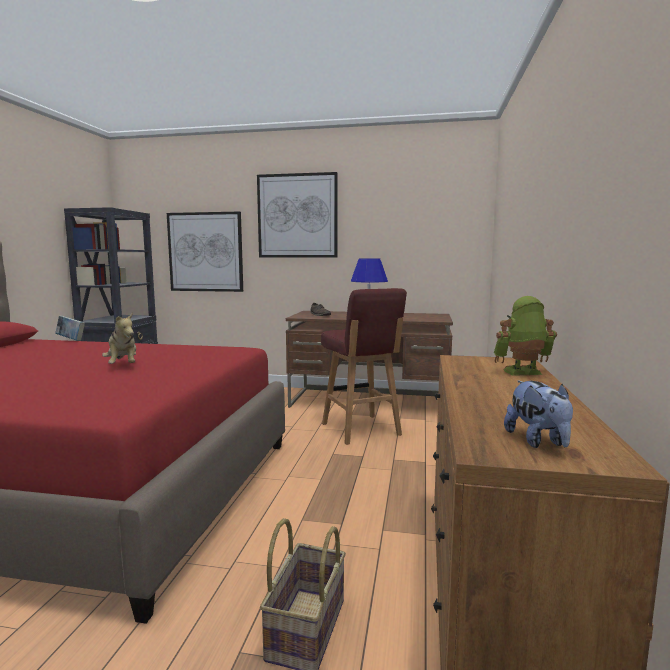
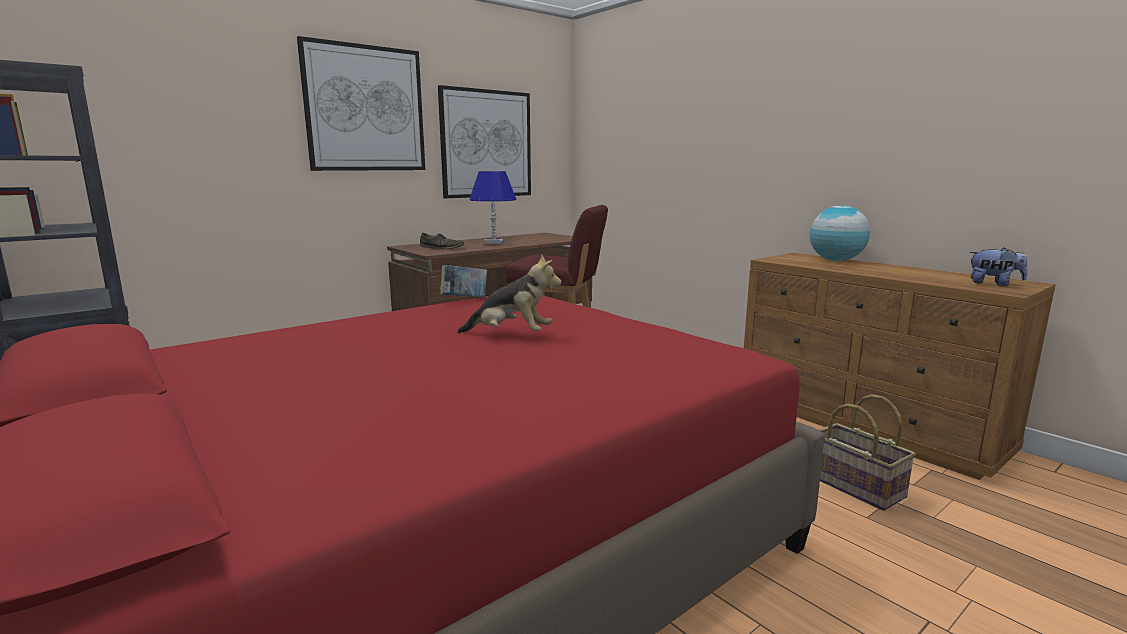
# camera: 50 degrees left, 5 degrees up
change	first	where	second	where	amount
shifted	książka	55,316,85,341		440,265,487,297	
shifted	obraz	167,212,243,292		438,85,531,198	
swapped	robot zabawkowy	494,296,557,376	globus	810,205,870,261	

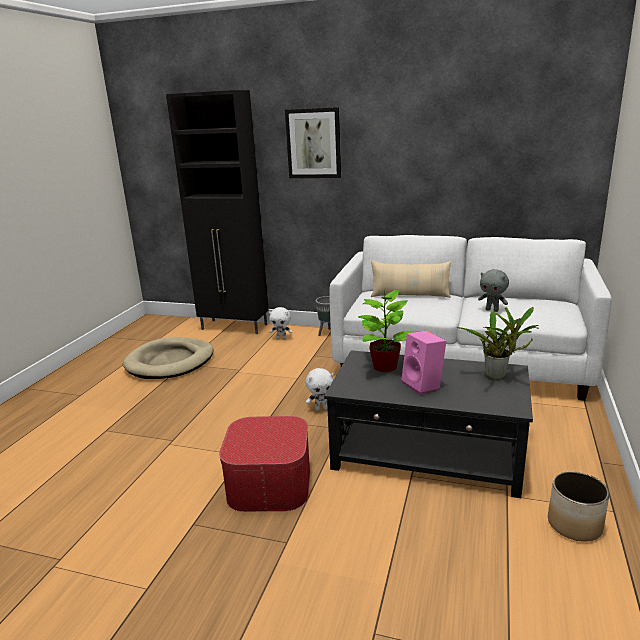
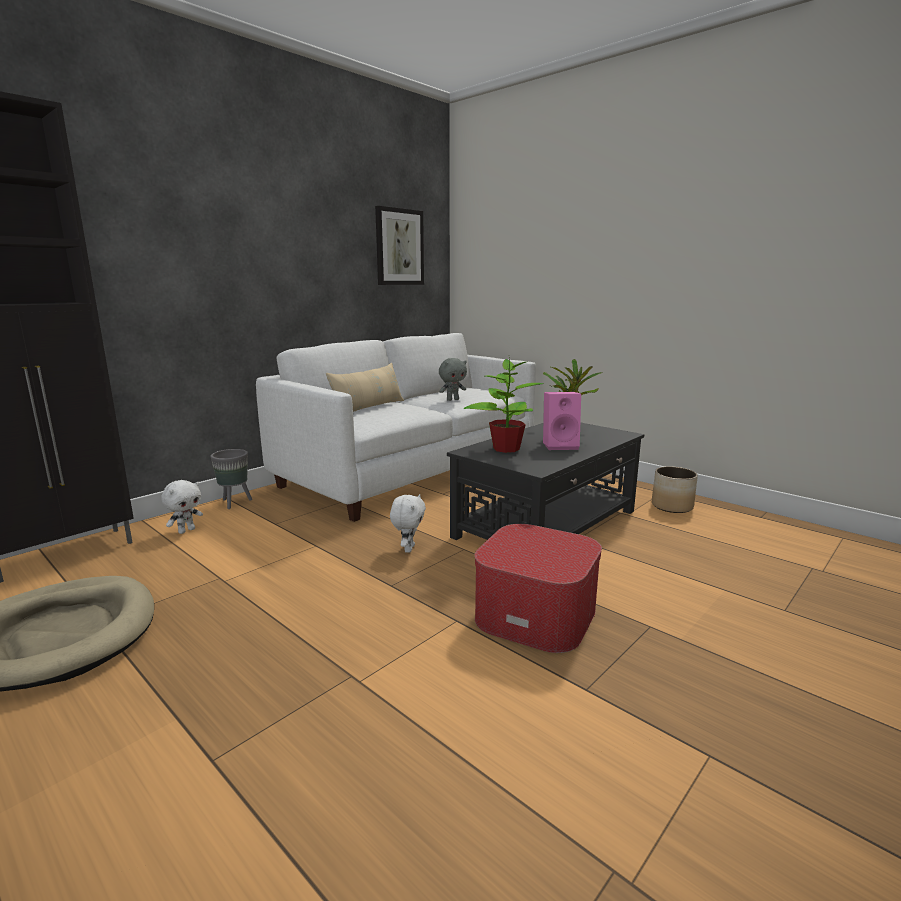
# camera: 65 degrees left, 5 degrees down
change	first	where	second	where	amount
shifted	obraz	285,107,341,178		375,206,424,285	

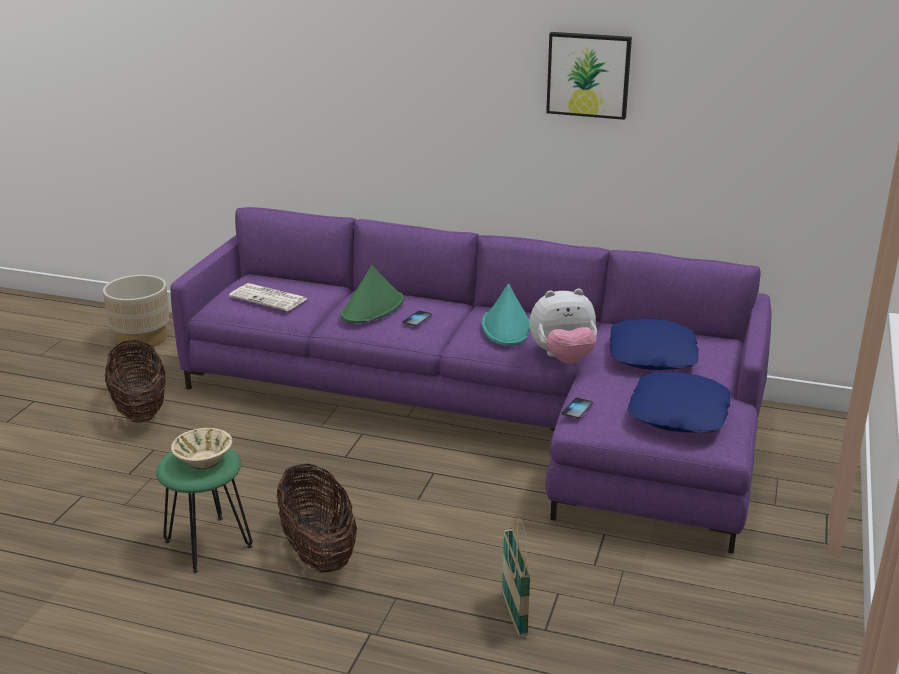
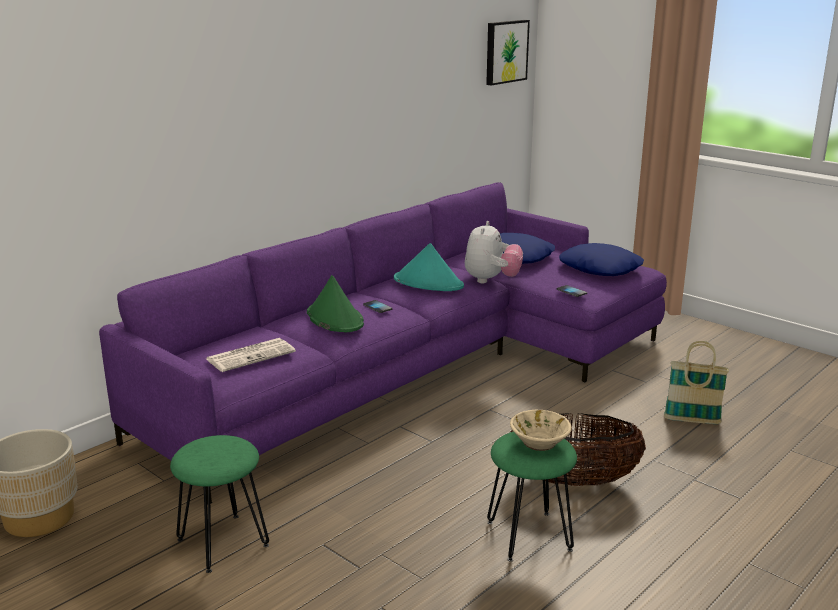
# camera: 65 degrees left, 5 degrees down
change	first	where	second	where	amount
shifted	obraz	546,32,632,120		486,20,530,86	
swapped	koszyk	105,340,166,423	stołek/zielony	170,435,269,573	

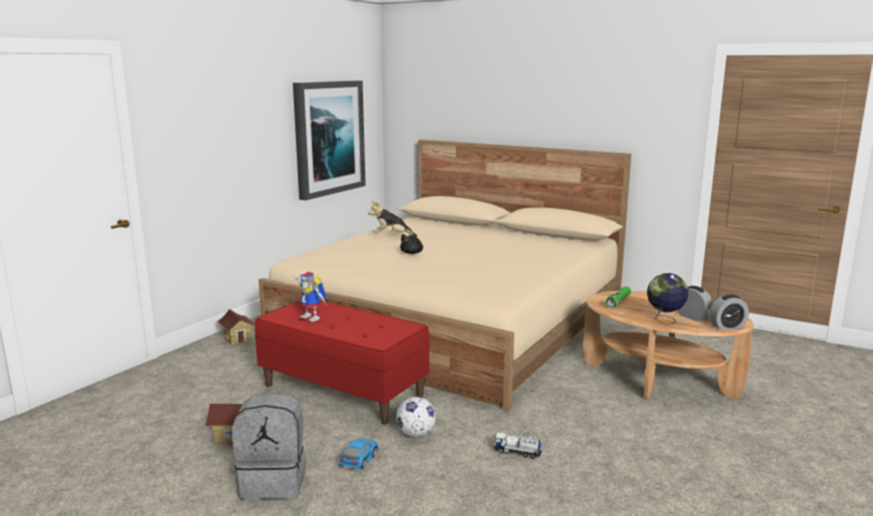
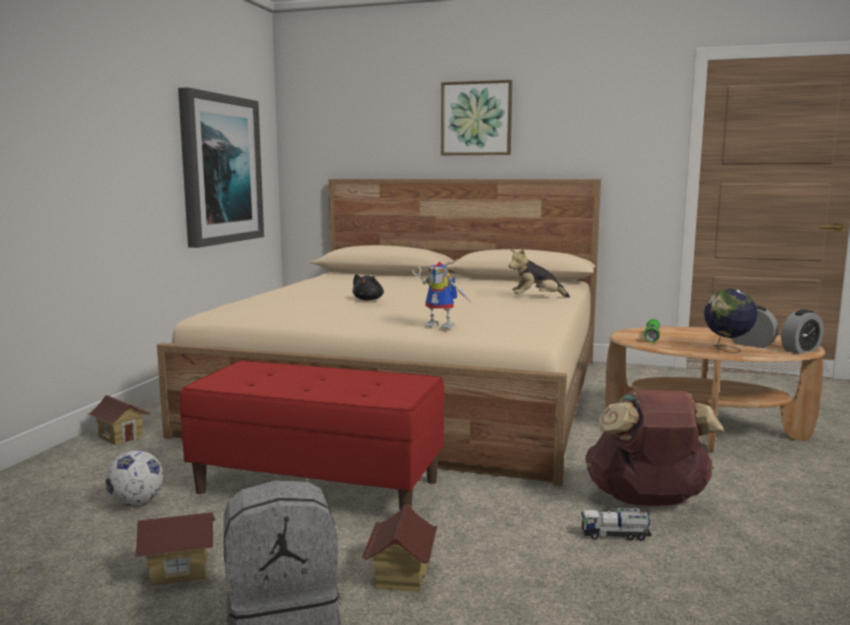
# camera: 15 degrees left, 5 degrees down
change	first	where	second	where	amount
new			obraz	441,80,512,155	
new			plecak/brązowy	585,390,724,506	
shifted	robot zabawkowy	293,272,326,322		412,262,471,329	
shifted	pluszak	368,201,417,237		509,249,570,298	
shifted	piłka futbolowa	396,397,436,438		105,450,163,506	
swapped	samochodzik	339,438,379,470	domek	362,505,437,592	

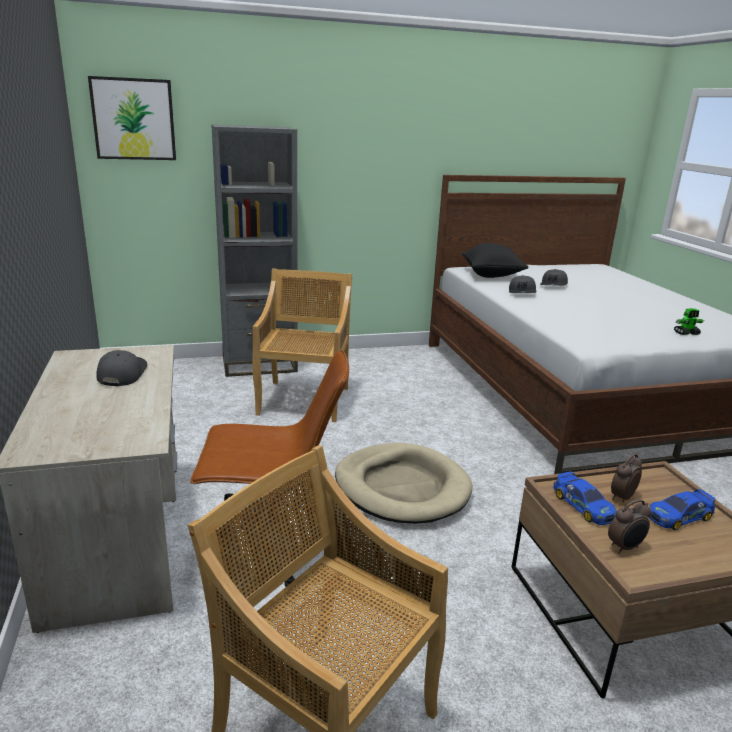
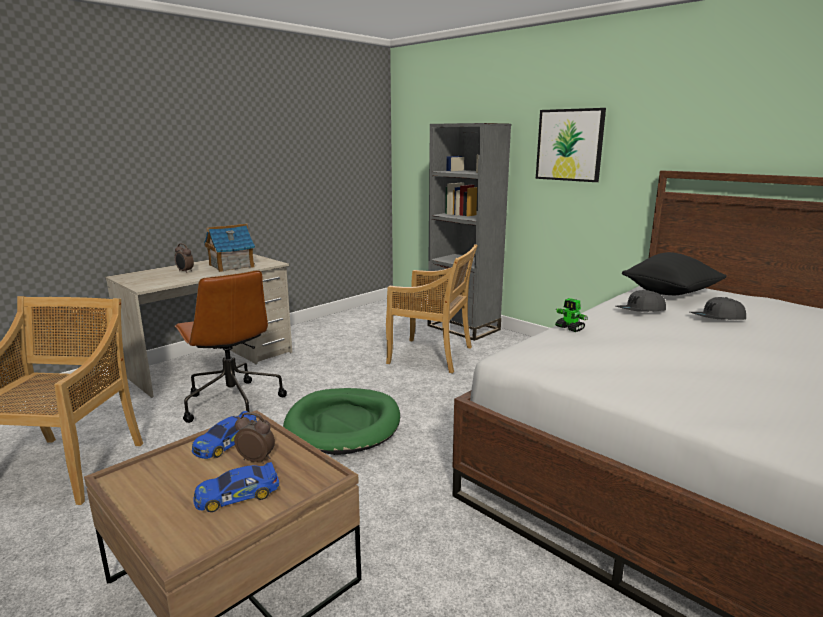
# camera: 60 degrees right, 5 degrees down
change	first	where	second	where	amount
shifted	obraz	88,76,176,160		536,108,606,182	
shifted	budzik	608,499,651,554		175,243,194,273	
shifted	robot zabawkowy	674,308,704,335		555,298,588,332	
swapped	czapka z daszkiem/szary	96,350,147,386	domek	204,223,255,272	
repainted	legowisko/beżowy	335,443,473,524	legowisko/zielony	283,388,400,455	
rotated	krzesło/beżowy	252,268,352,422		386,244,478,373	45 degrees clockwise
rotated	samochodzik	649,489,715,530		193,462,279,512	60 degrees counterclockwise

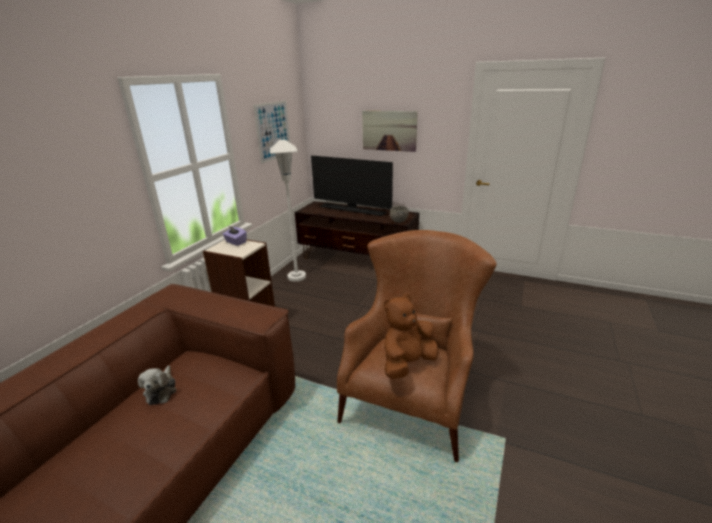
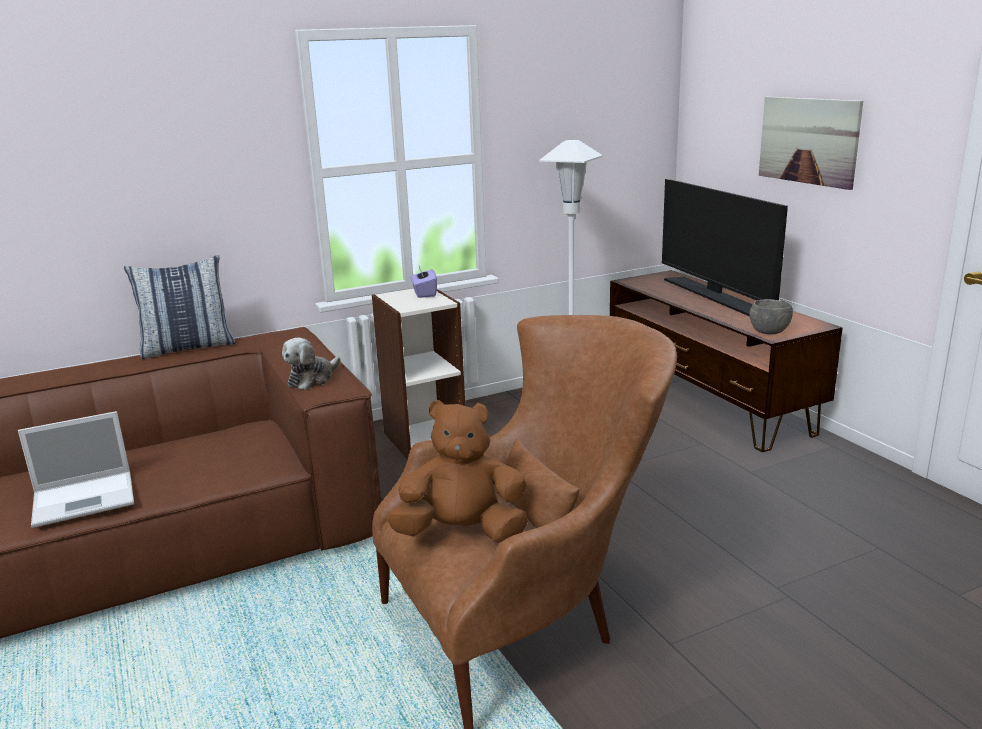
# camera: 40 degrees right, 5 degrees down
change	first	where	second	where	amount
gone	obraz	253,100,290,164			
new			laptop	18,411,134,528	
new			poduszka	124,255,235,359	
shifted	pluszak	138,366,177,405		282,338,341,390	

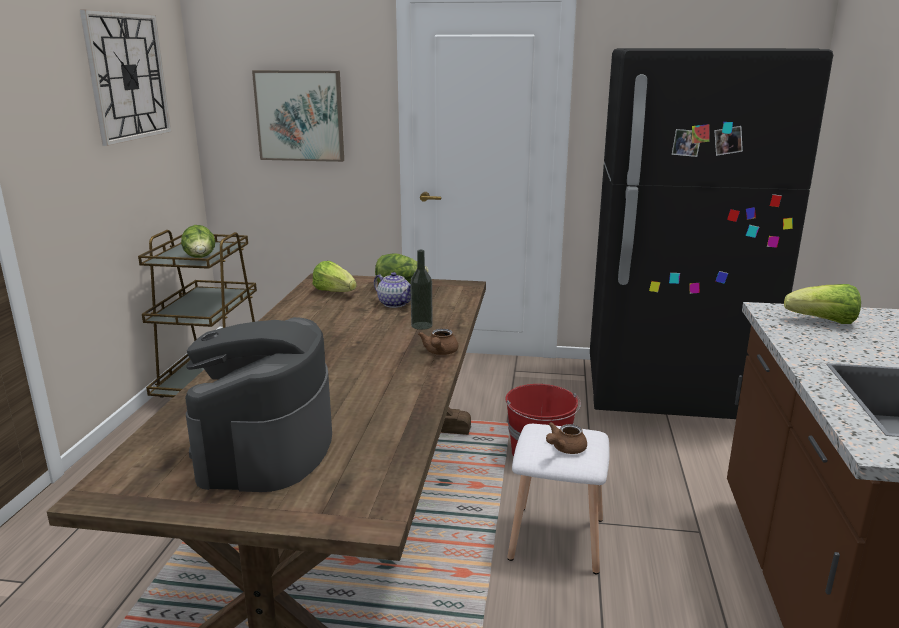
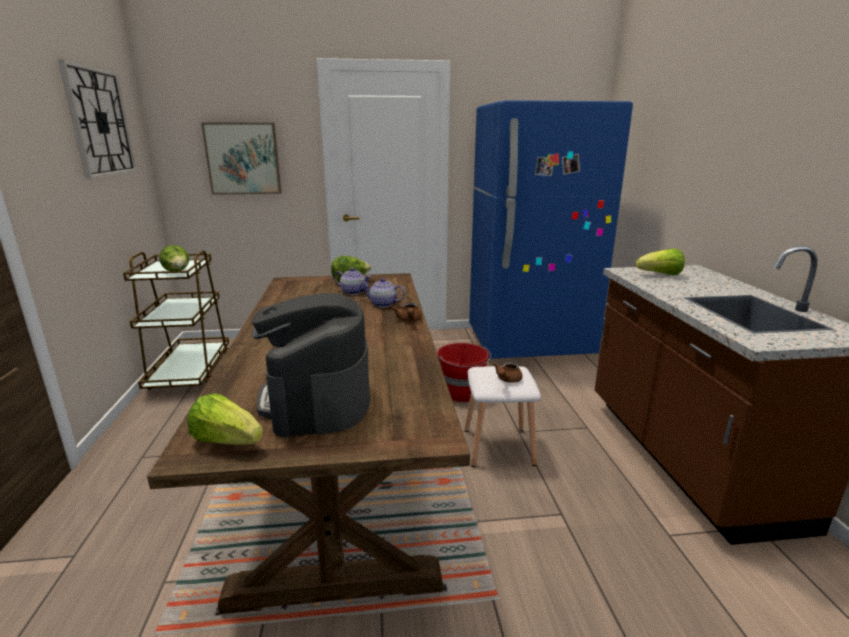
# camera: 15 degrees left, 0 degrees up
change	first	where	second	where	amount
shifted	sałata	313,261,357,292		187,393,263,445	
swapped	butelka	410,250,433,330	imbryk	362,278,405,307	
repainted	lodówka/czarny	590,48,833,419	lodówka/niebieski	469,100,633,359	

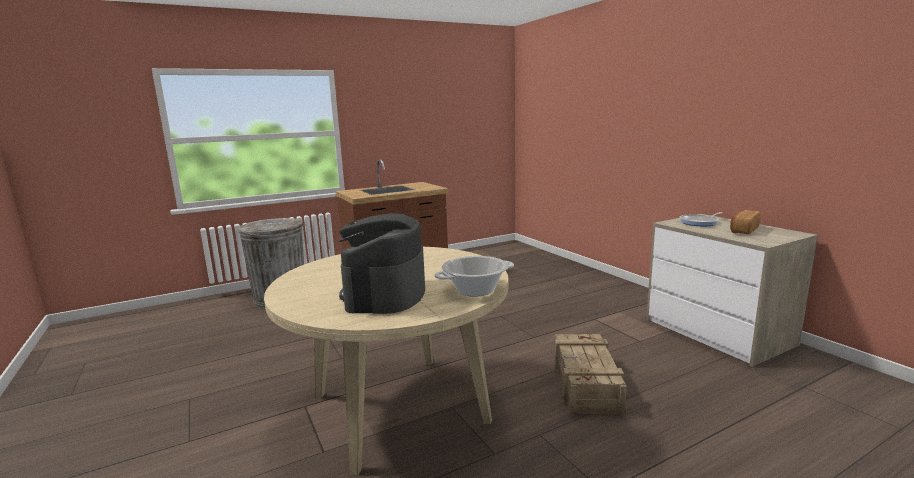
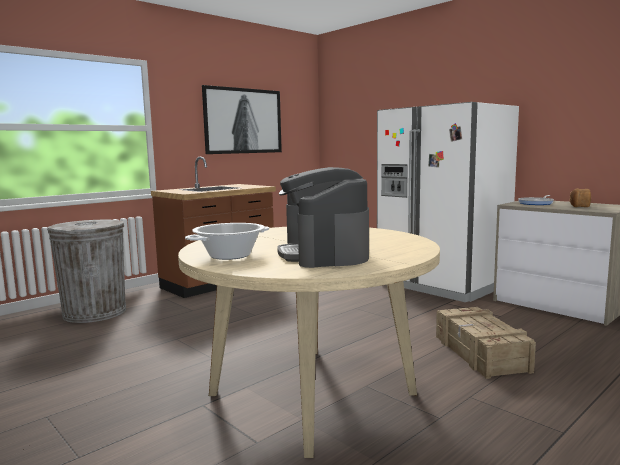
# camera: 15 degrees left, 5 degrees down
change	first	where	second	where	amount
new			obraz	202,85,282,154	
new			lodówka/biały	377,102,519,302	
shifted	garnek	434,256,514,296		185,223,269,260	

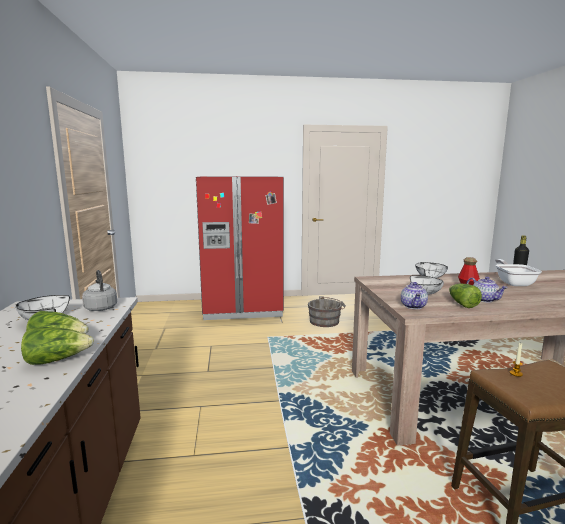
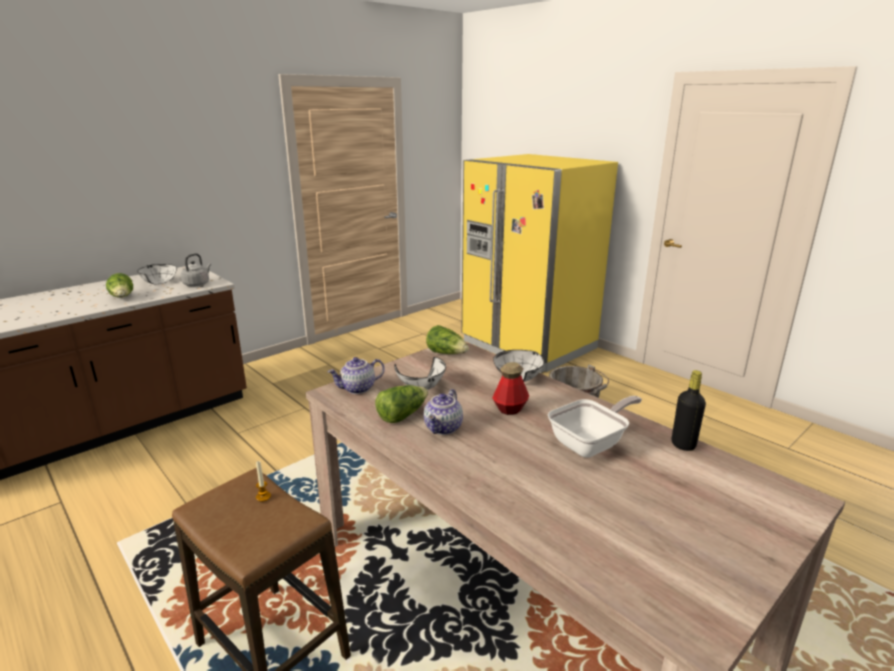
# camera: 55 degrees right, 10 degrees up
change	first	where	second	where	amount
shifted	sałata	21,327,94,365		426,325,469,354	
repainted	lodówka/czerwony	196,176,284,320	lodówka/żółty	462,154,618,373	

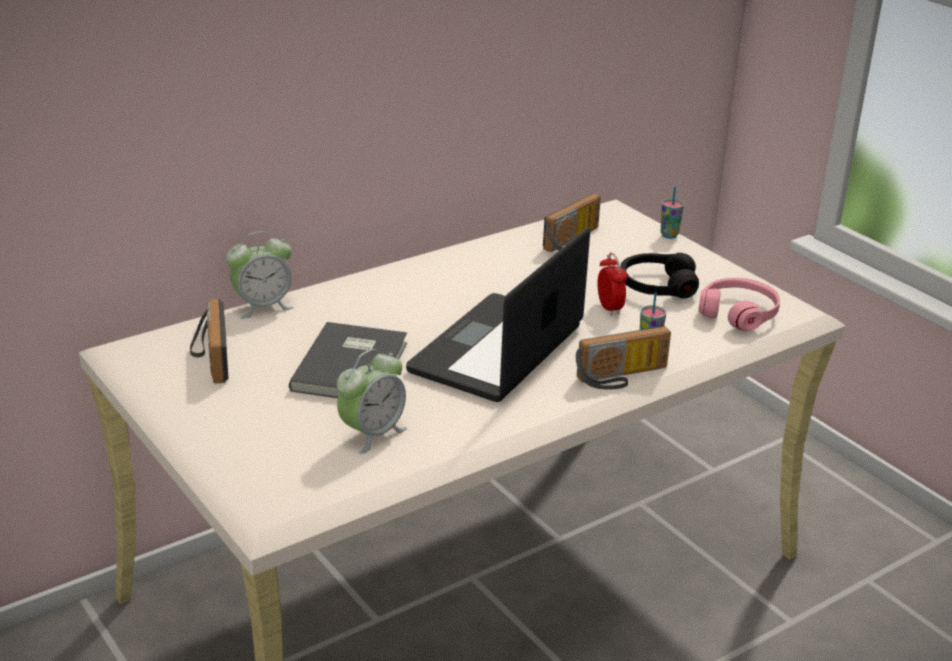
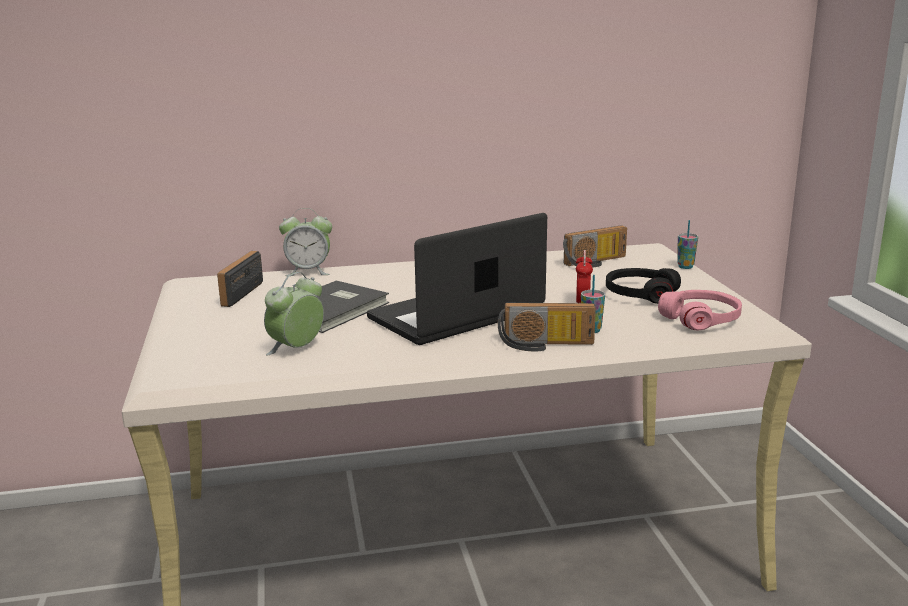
# camera: 25 degrees right, 10 degrees down
change	first	where	second	where	amount
rotated	budzik	337,349,407,454		264,272,324,356	150 degrees clockwise

